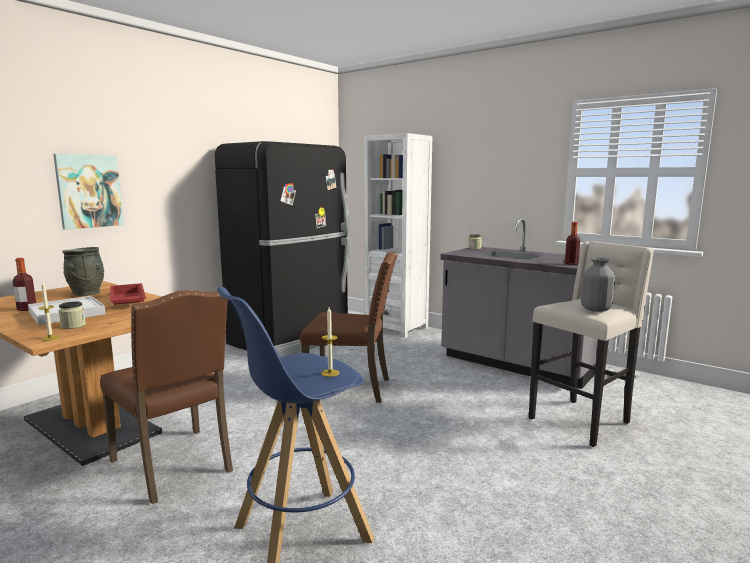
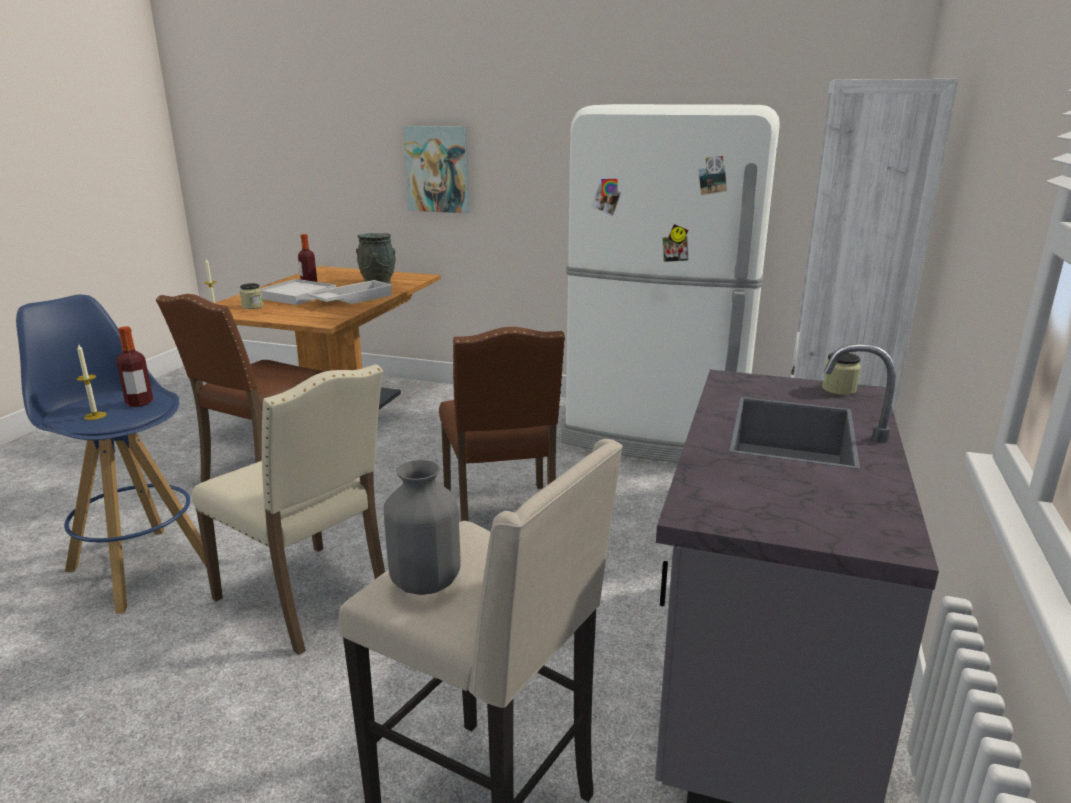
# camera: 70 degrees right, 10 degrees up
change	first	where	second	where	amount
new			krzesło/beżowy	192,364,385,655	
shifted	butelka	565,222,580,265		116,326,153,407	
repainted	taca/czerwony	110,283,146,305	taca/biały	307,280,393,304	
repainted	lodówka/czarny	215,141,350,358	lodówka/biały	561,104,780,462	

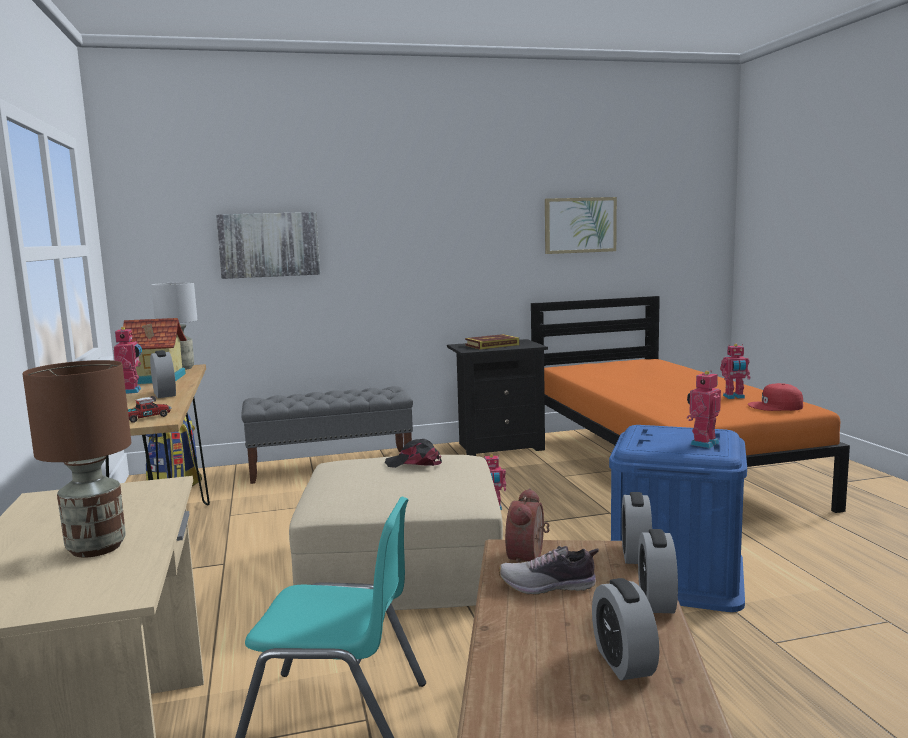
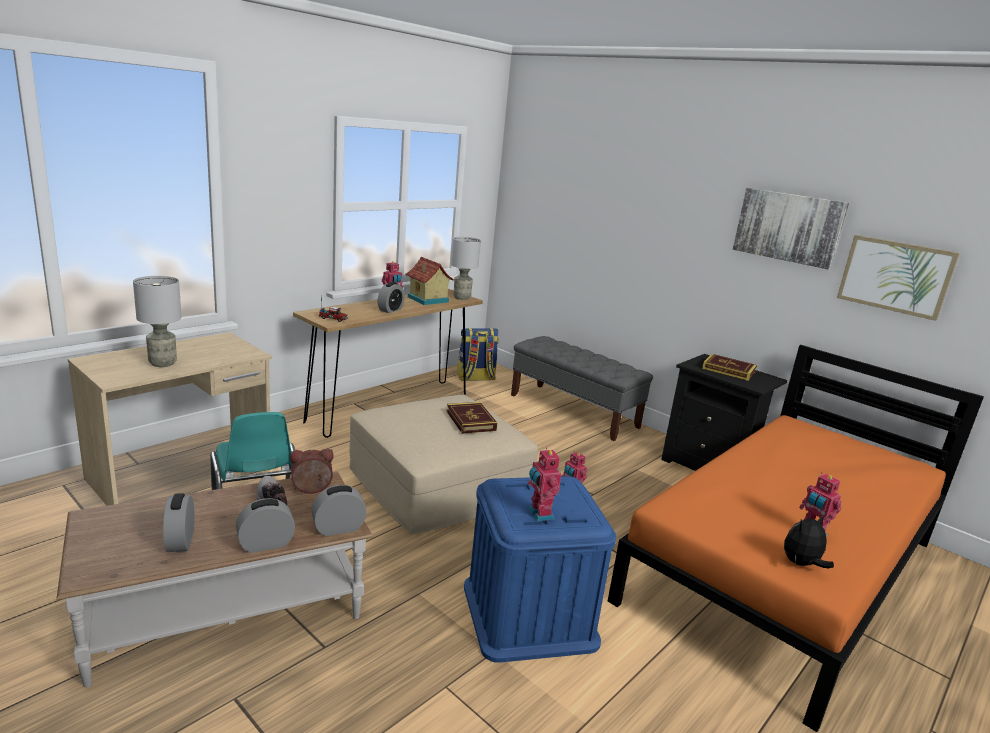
# camera: 55 degrees right, 10 degrees up
change	first	where	second	where	amount
shifted	obraz	216,212,320,279		733,188,849,270	
swapped	czapka z daszkiem/czarny	385,439,442,468	książka	446,402,497,434	
swapped	czapka z daszkiem/czerwony	748,383,803,411	pluszak	784,514,834,568	
repainted	lampa stołowa/brązowy	23,360,131,557	lampa stołowa/szary	133,276,182,367	
rotated	budzik	592,578,659,680		163,493,195,552	60 degrees counterclockwise
rotated	robot zabawkowy	687,370,721,448		528,447,561,521	120 degrees counterclockwise

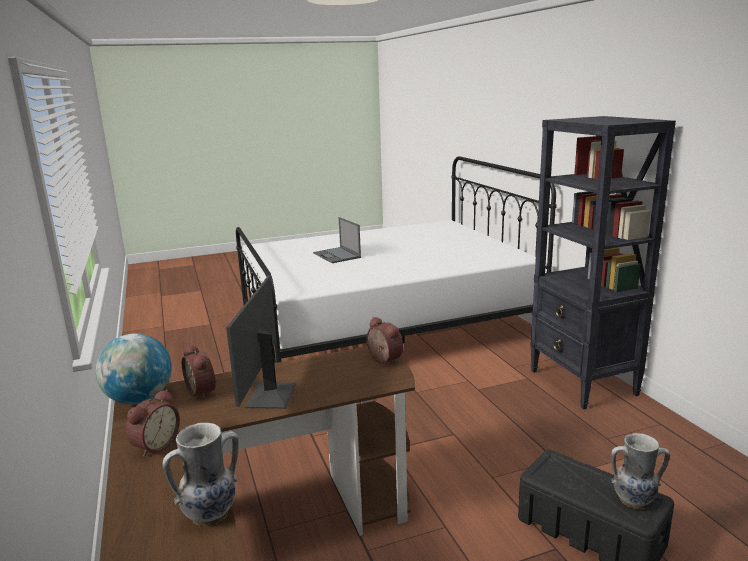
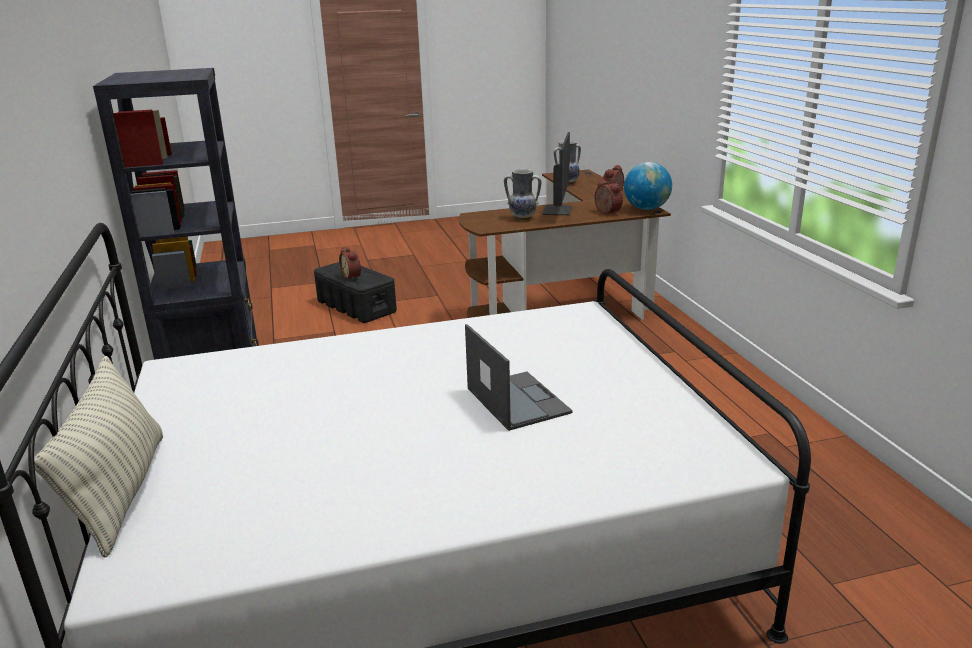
# camera: 175 degrees left, 5 degrees up
change	first	where	second	where	amount
new			poduszka	34,356,163,558	
shifted	budzik	367,317,403,364		339,246,361,280	
shifted	wazon	611,433,670,509		504,169,541,221	

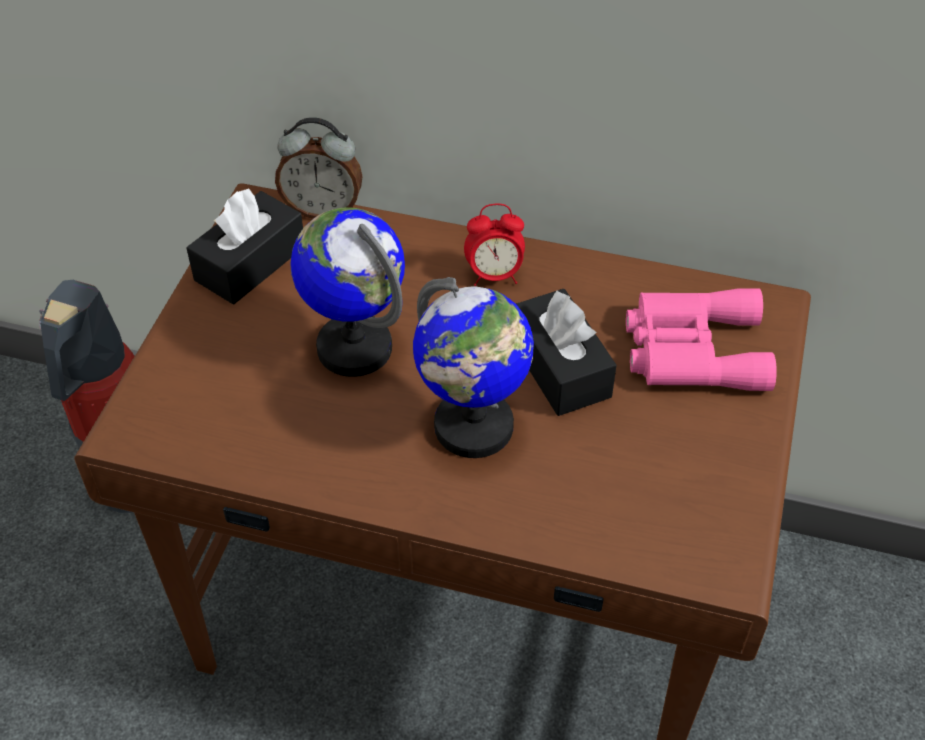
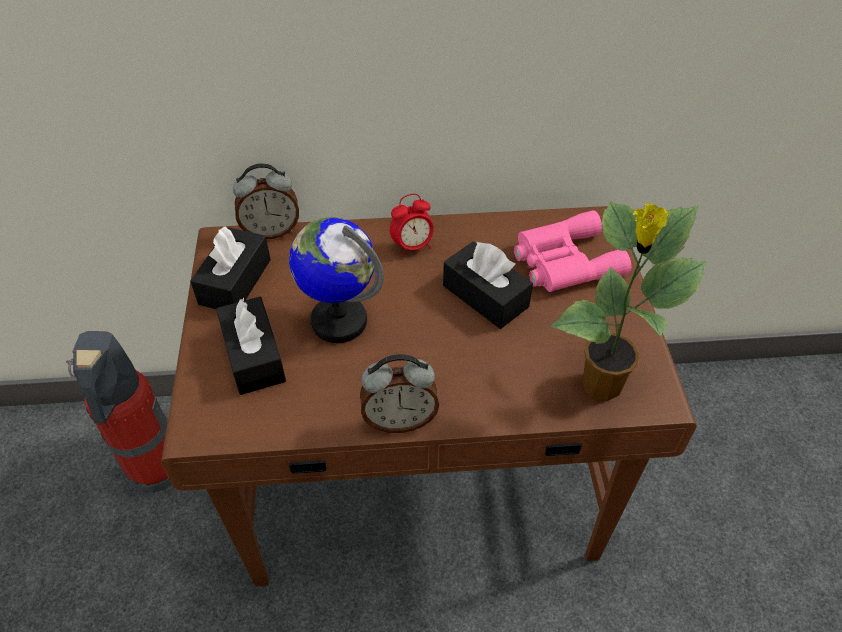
# camera: 20 degrees left, 0 degrees up
change	first	where	second	where	amount
gone	globus	413,277,534,458			
new			pudełko chusteczek/czarny	216,297,286,395	
new			budzik	360,354,439,433	
new			roślina doniczkowa	550,202,707,401	

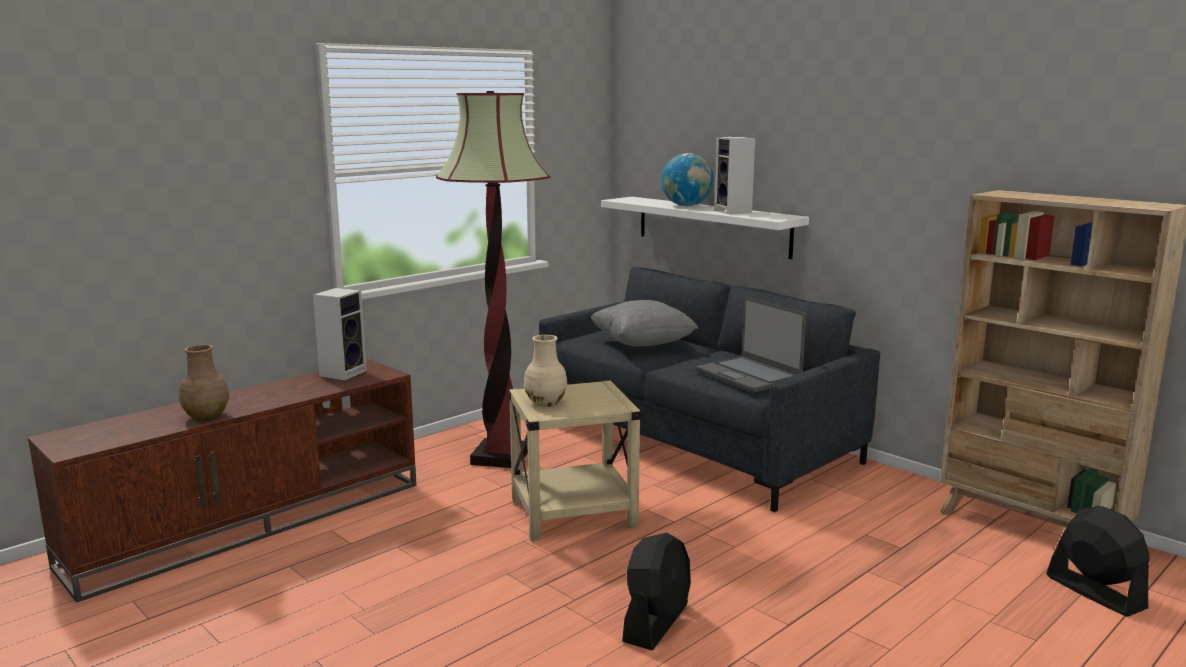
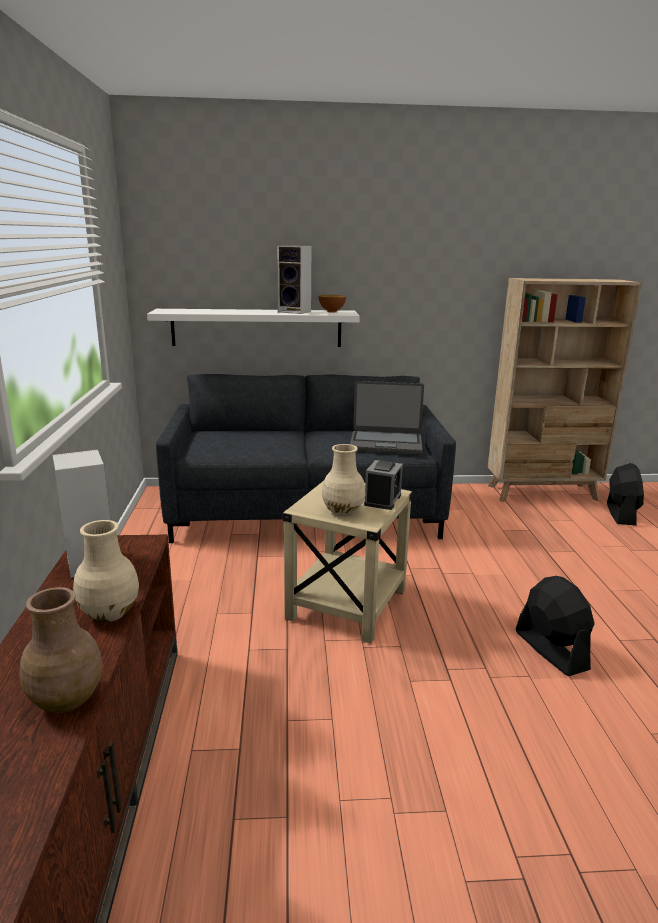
# camera: 50 degrees left, 5 degrees up
change	first	where	second	where	amount
gone	lampa stojąca	436,91,550,468			
gone	poduszka/szary	591,300,698,346			
gone	globus	661,153,714,206			
new			wazon/beżowy	73,520,139,622	
new			miska	318,295,346,313	
new			budzik	364,460,403,510	
rotated	wentylator/czarny	1046,505,1150,617		607,463,644,526	90 degrees clockwise

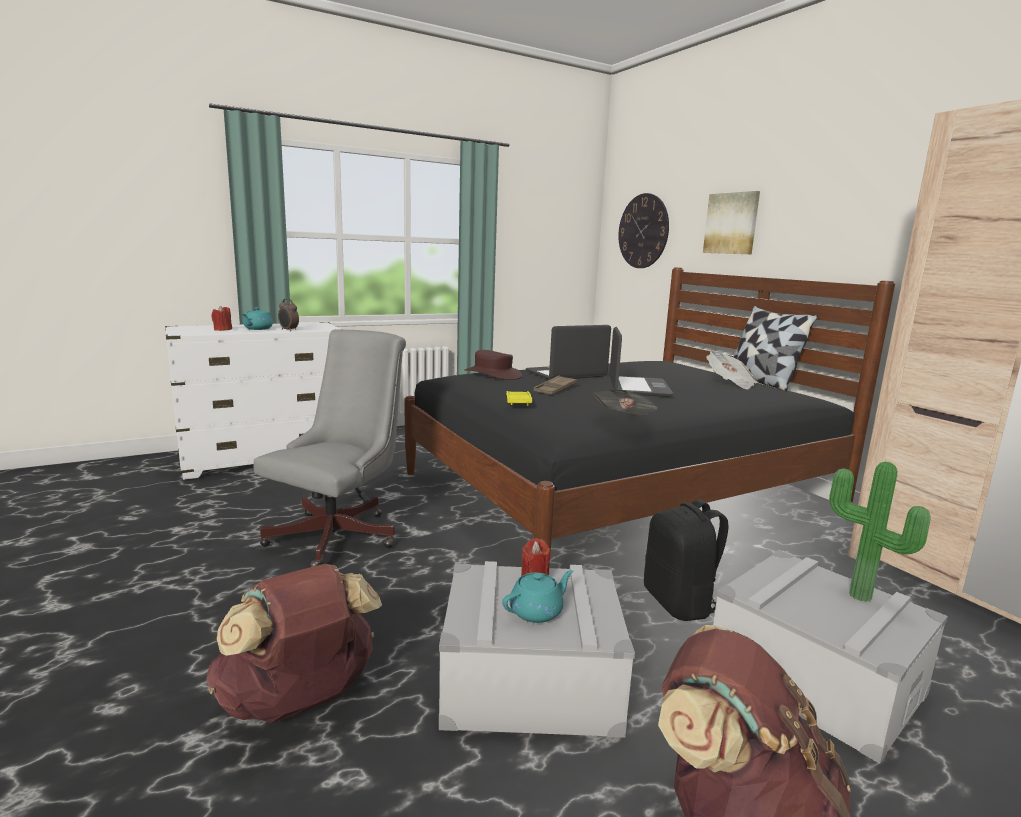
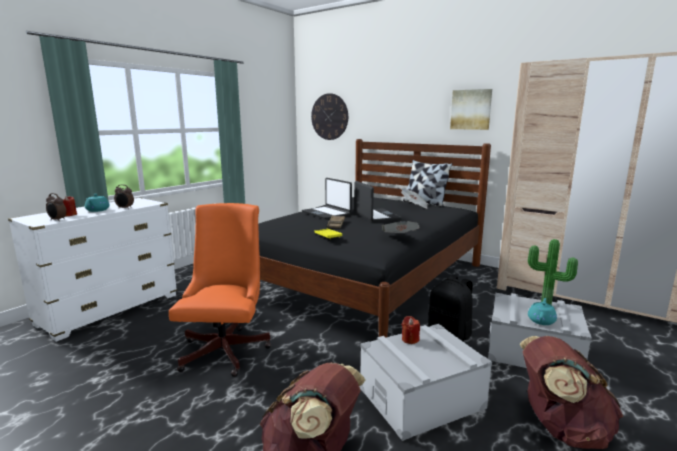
# camera: 25 degrees left, 0 degrees up
change	first	where	second	where	amount
gone	kapelusz/brązowy	465,350,522,380			
new			budzik	46,193,66,221	
shifted	imbryk/turkusowy	502,570,573,623		528,298,557,325	
shifted	obraz	703,191,760,254		450,89,492,130	
repainted	krzesło biurowe/szary	254,329,406,567	krzesło biurowe/pomarańczowy	169,203,271,377	
rotated	laptop	526,325,611,380		302,178,352,219	75 degrees counterclockwise

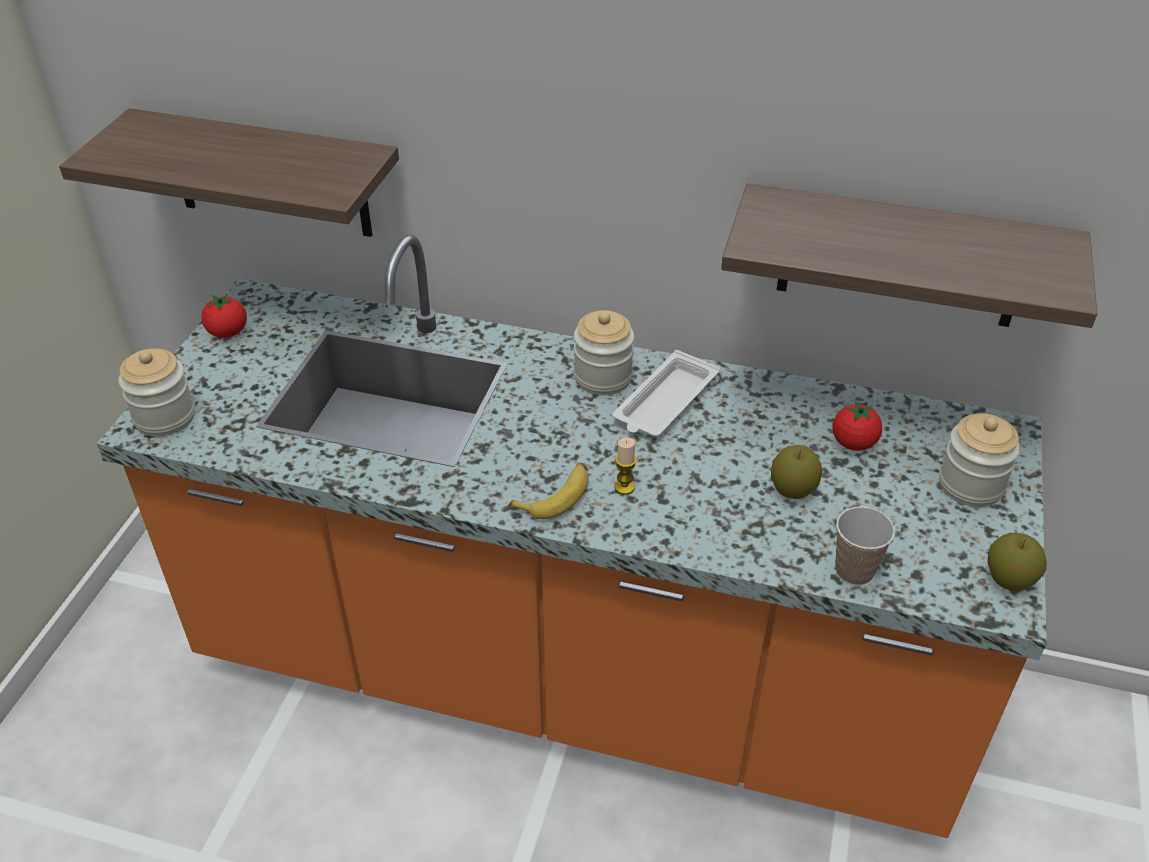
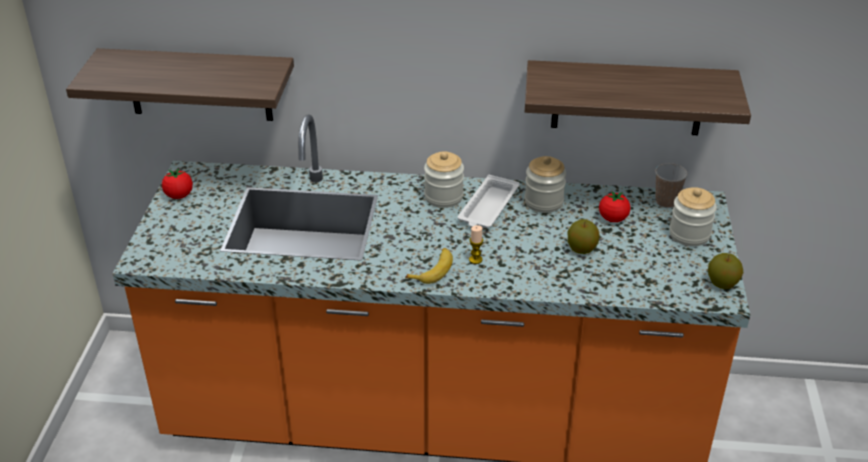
# camera: 10 degrees left, 5 degrees down
change	first	where	second	where	amount
shifted	słoik	118,349,195,437		524,156,567,213	
shifted	filiżanka	835,506,895,585		655,163,688,208	

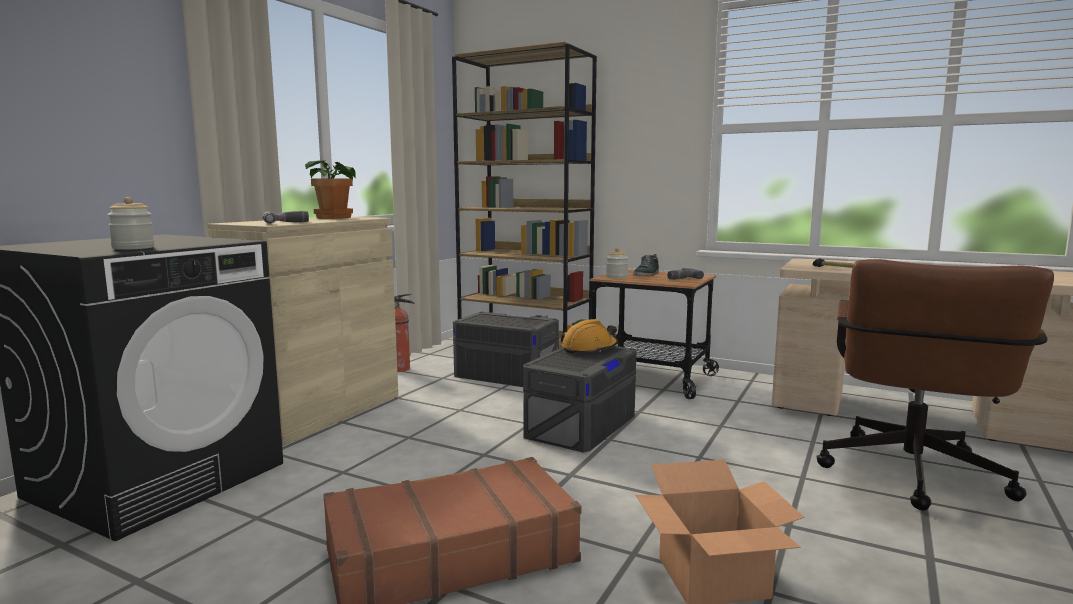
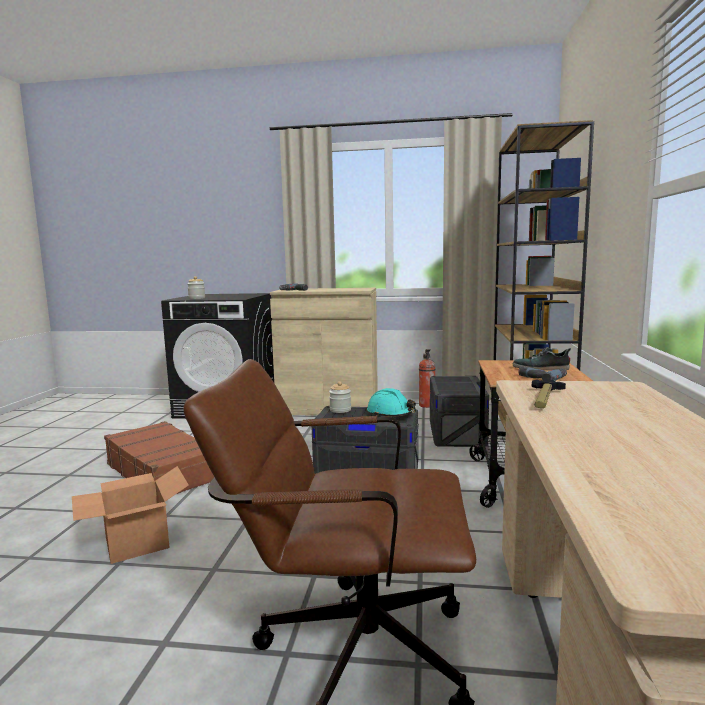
# camera: 70 degrees right, 0 degrees up
change	first	where	second	where	amount
gone	roślina doniczkowa	305,160,356,219			
shifted	słoik	606,248,628,278		329,381,351,413	
repainted	kask/pomarańczowy	561,319,618,354	kask/turkusowy	367,388,416,417	

